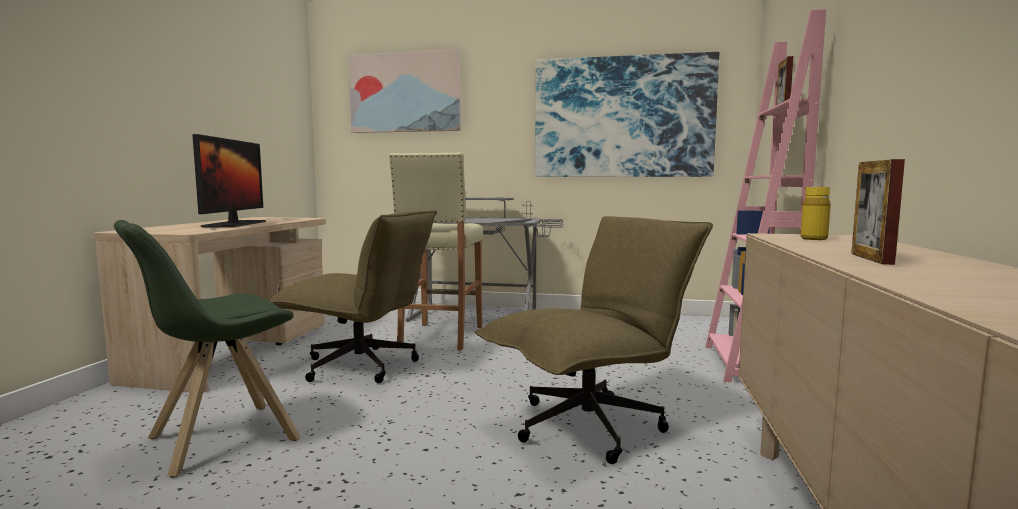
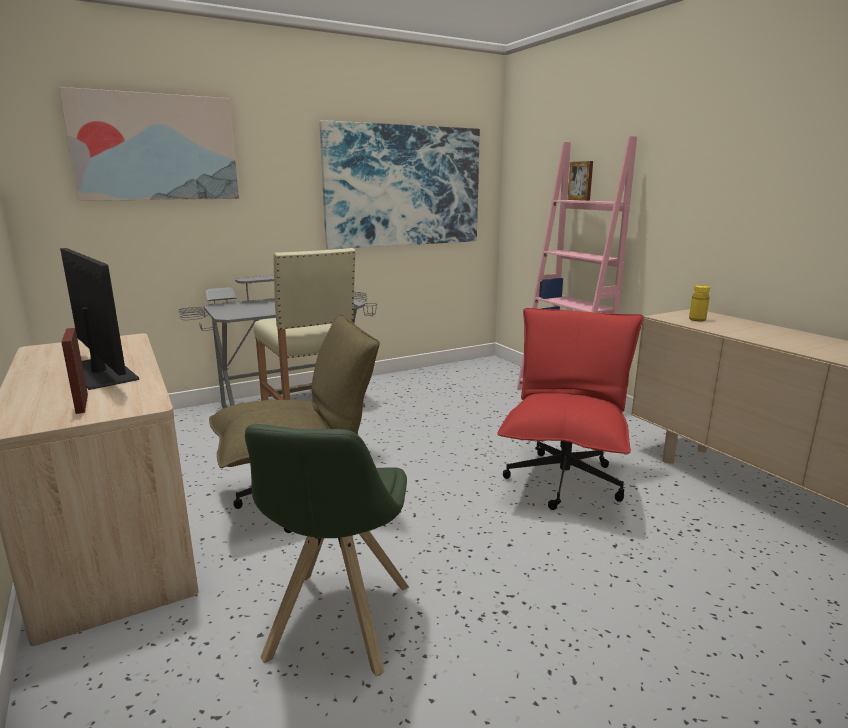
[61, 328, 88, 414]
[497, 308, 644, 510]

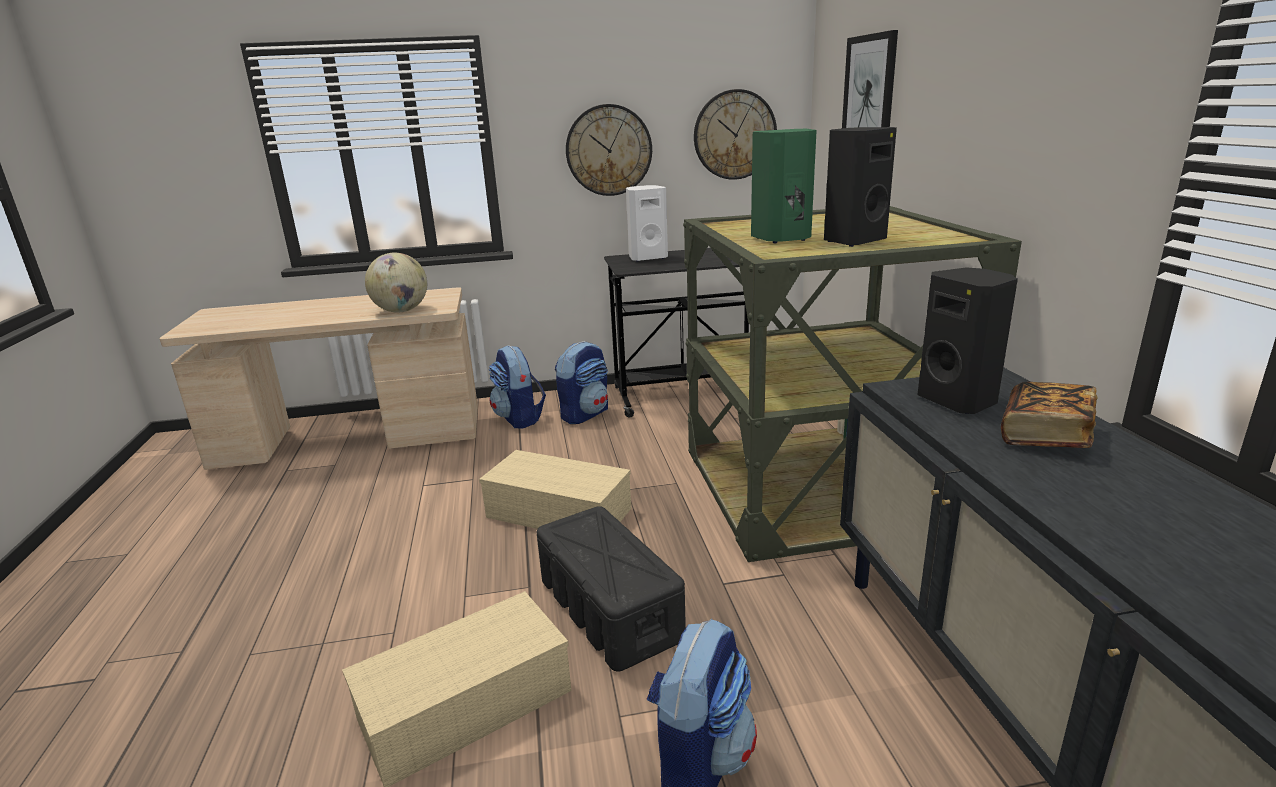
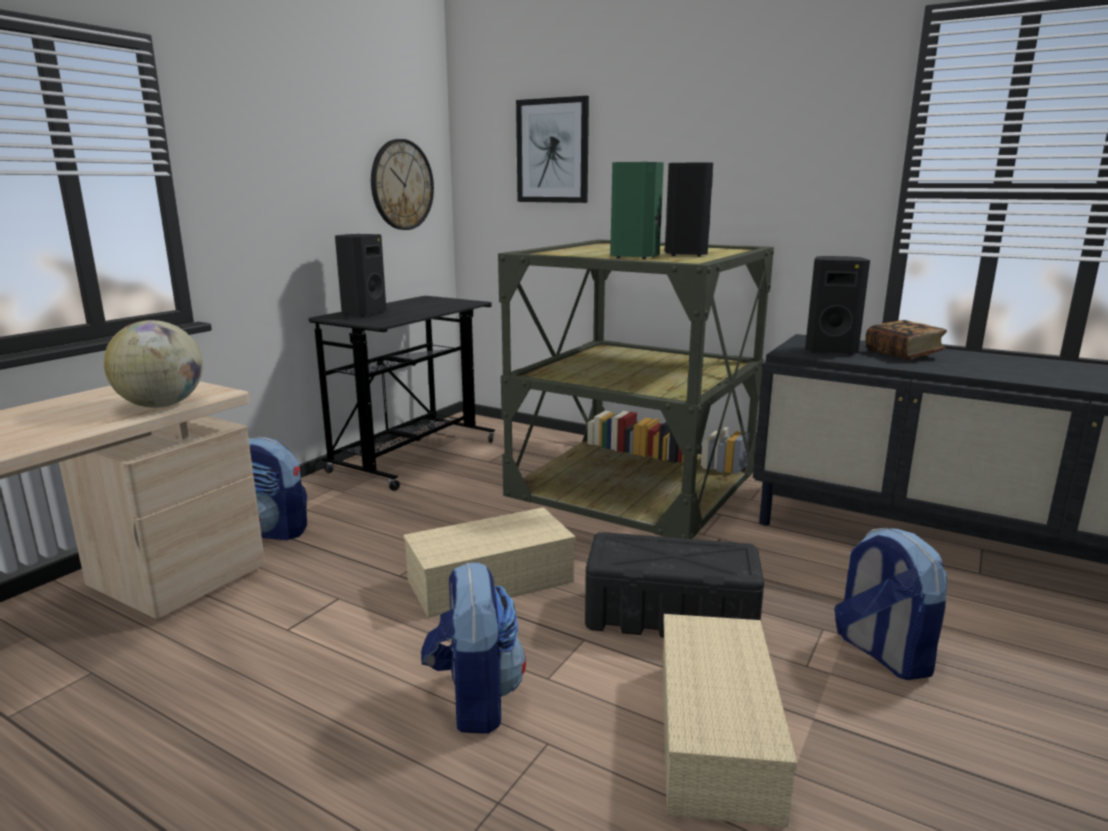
[566, 104, 652, 196] (first image)
[421, 562, 526, 734]
[335, 234, 387, 317]

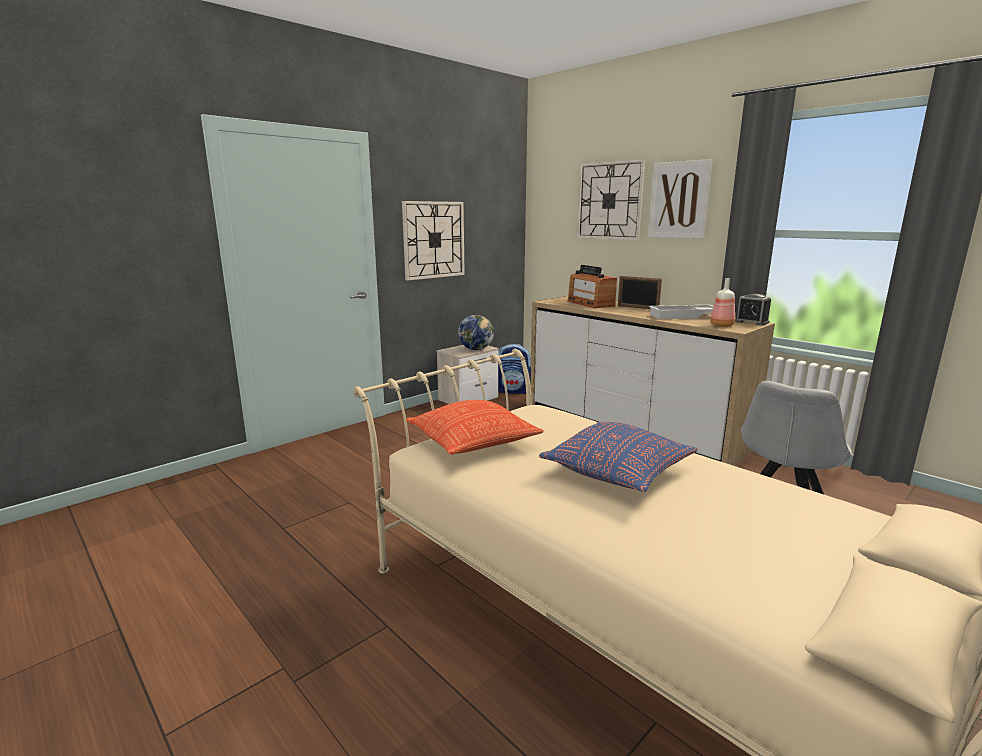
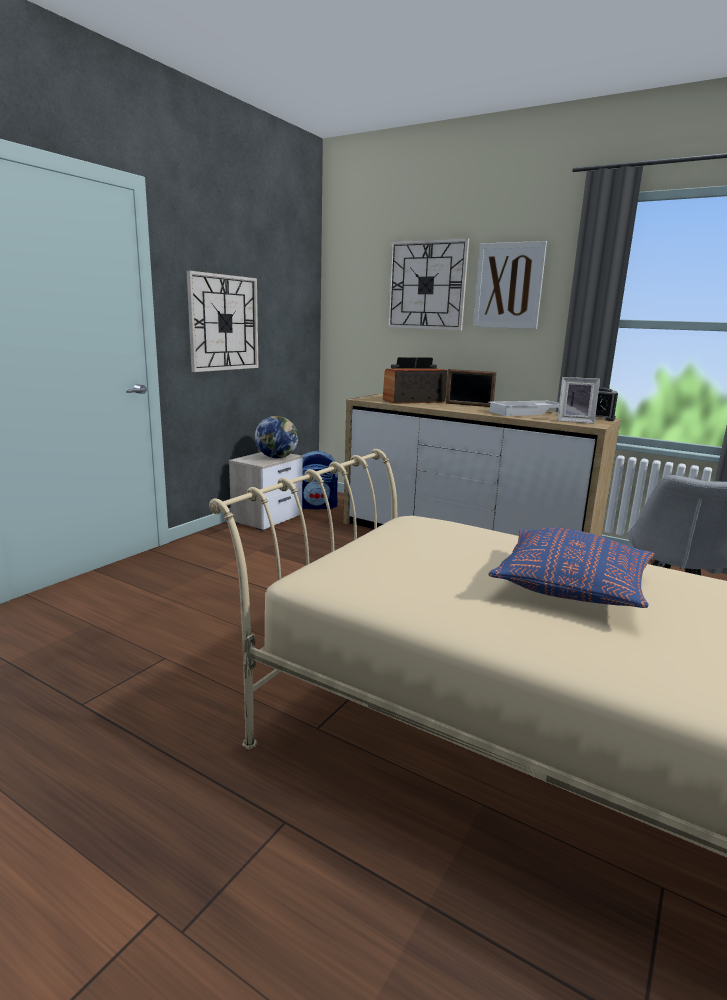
[406, 400, 544, 455] (first image)
[557, 377, 600, 424]
[383, 357, 448, 404]

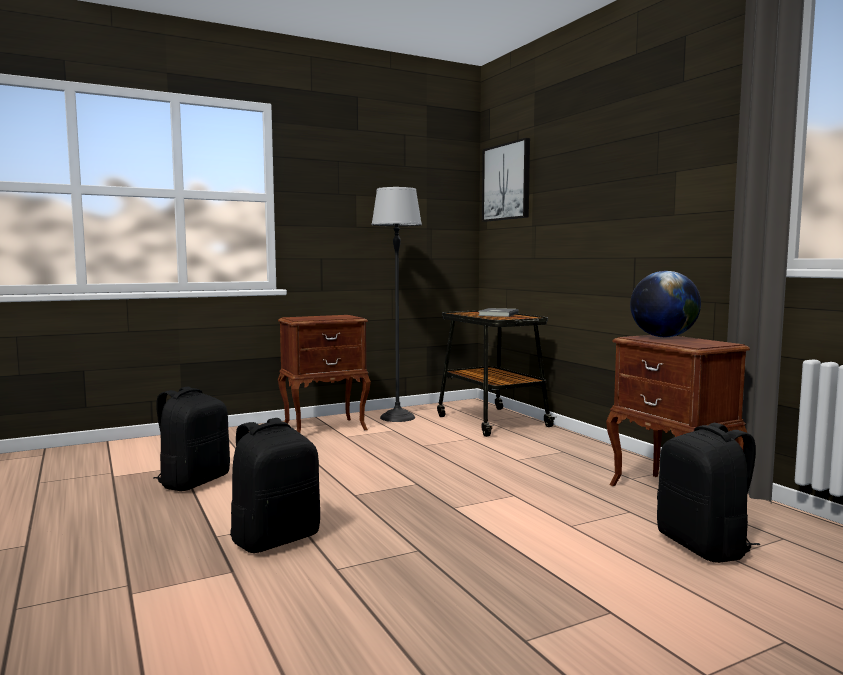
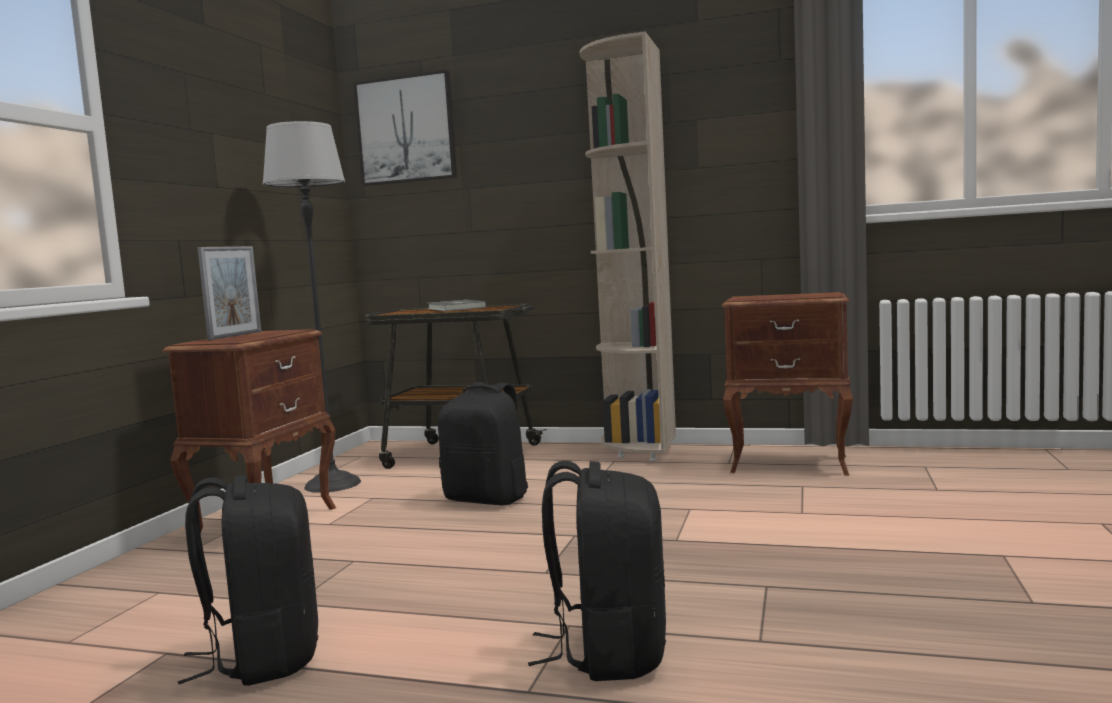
[630, 271, 701, 337] (first image)
[197, 246, 261, 340]
[580, 31, 676, 461]
[438, 382, 528, 505]

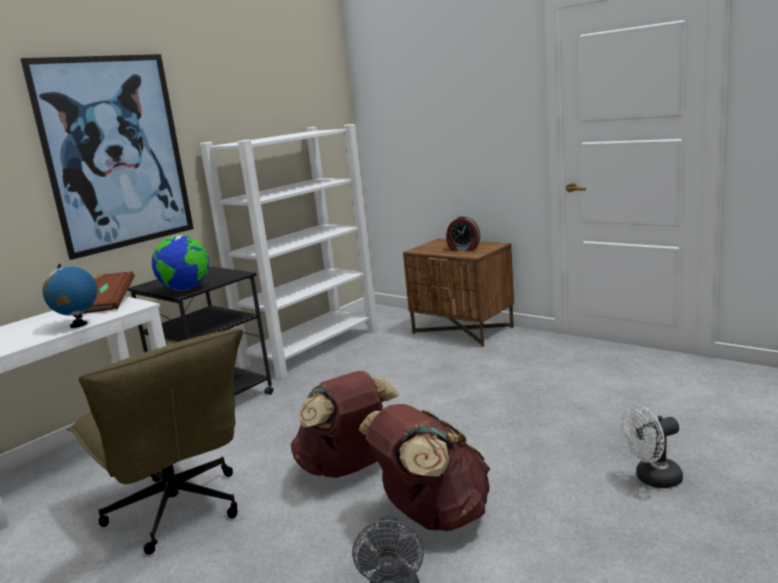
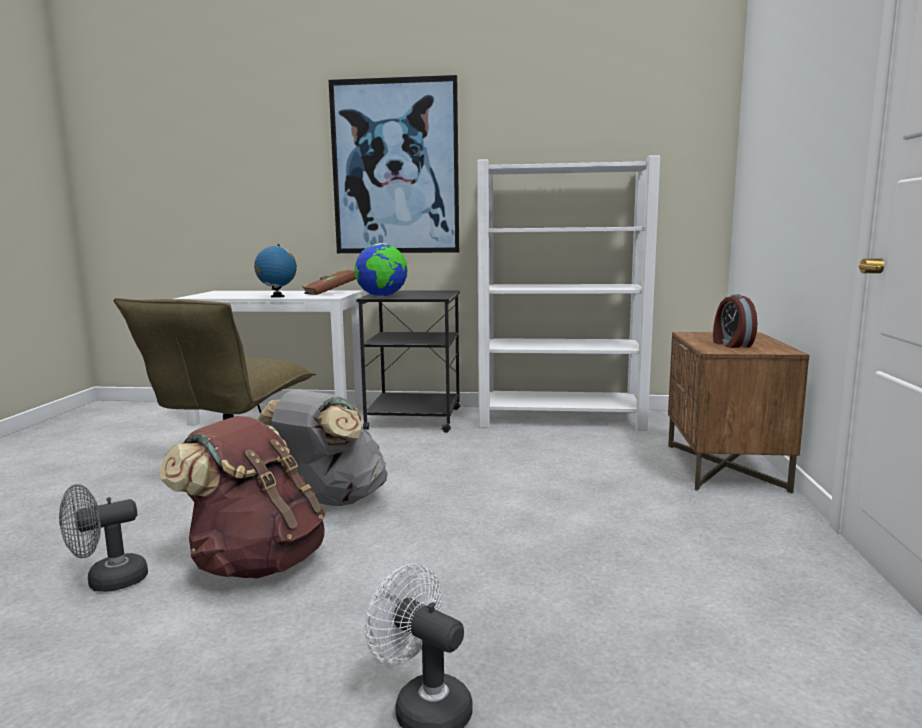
[257, 390, 388, 506]

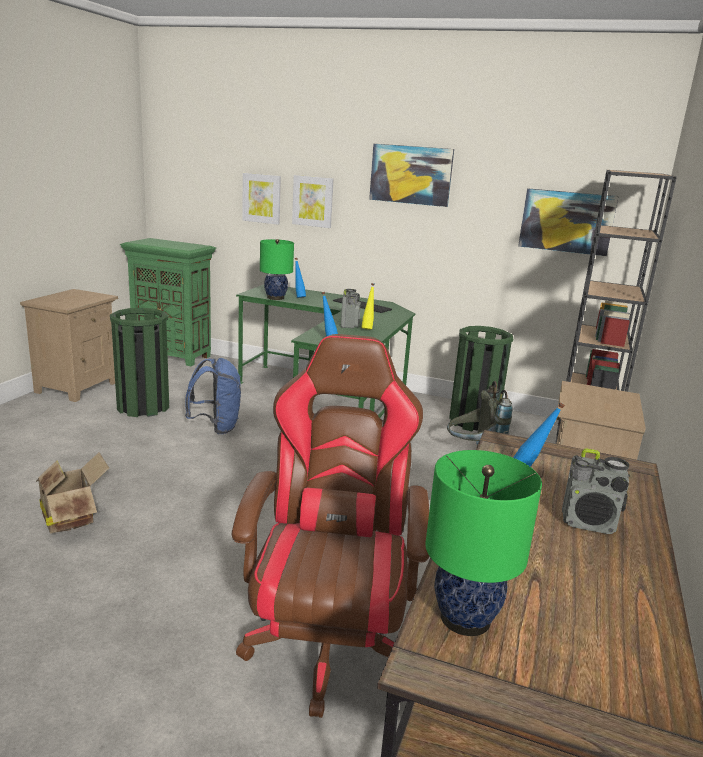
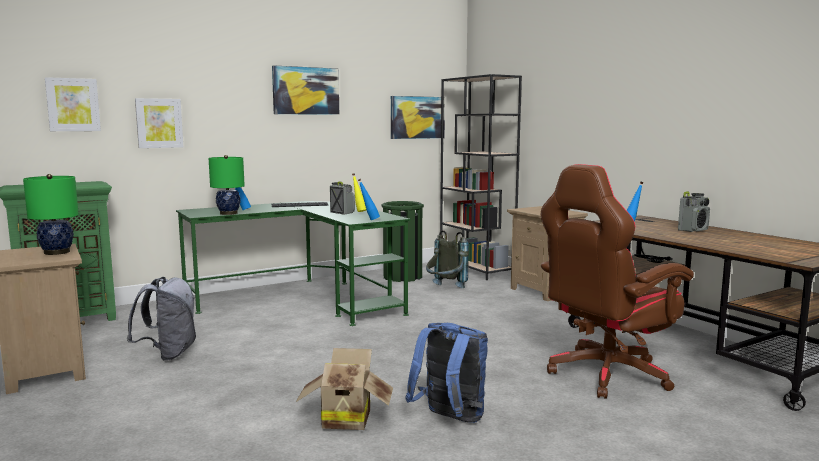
[405, 323, 488, 423]
[45, 77, 101, 131]
[23, 174, 79, 255]
[127, 277, 196, 361]
[541, 164, 694, 399]

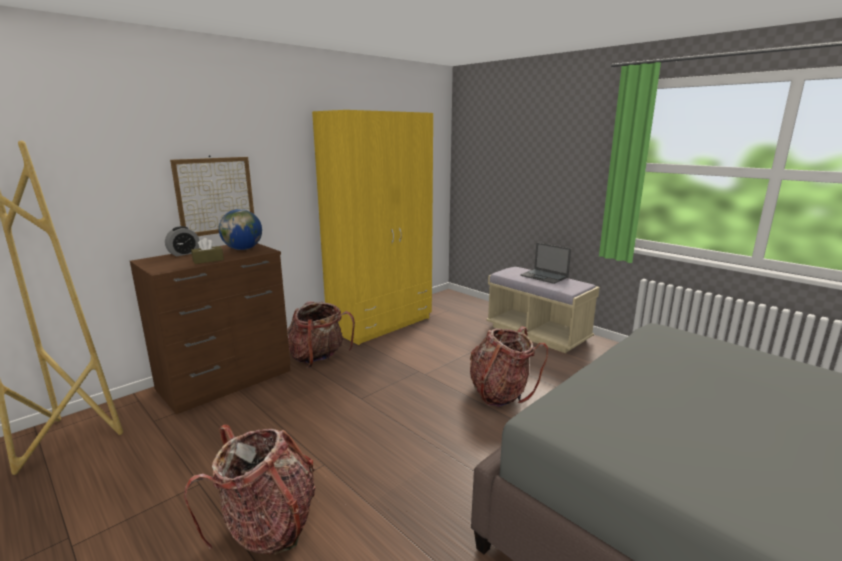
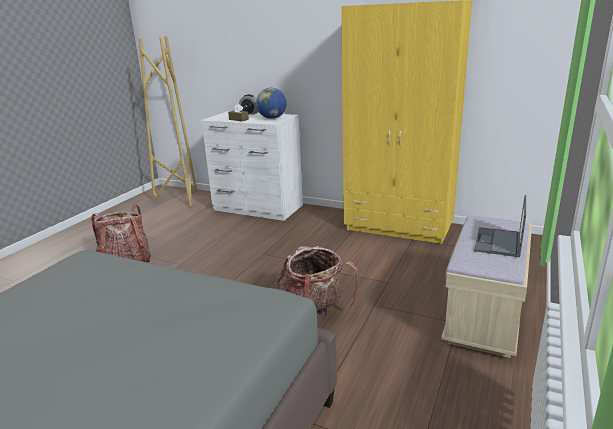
[170, 155, 254, 236] (first image)
[287, 302, 355, 368] (first image)
[201, 111, 303, 221]

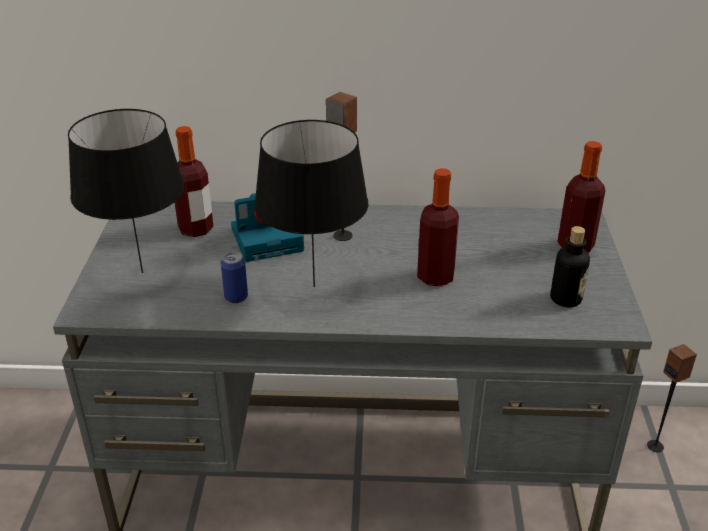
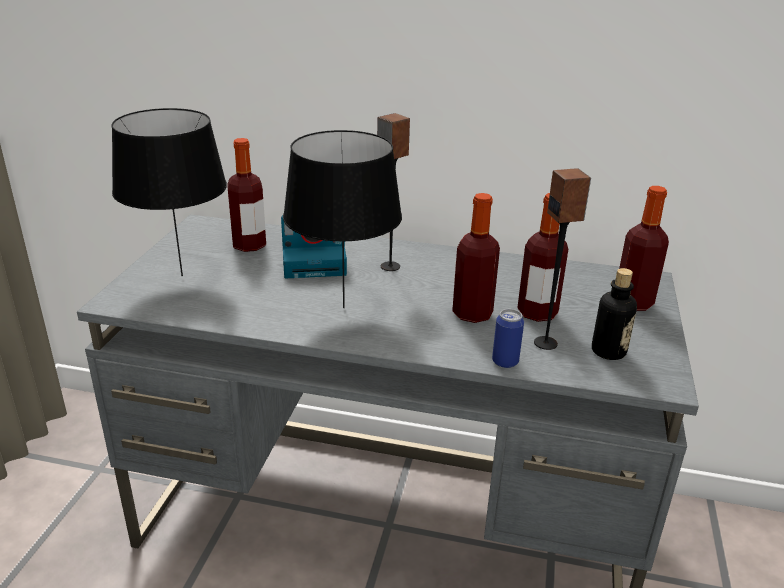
[517, 193, 568, 322]
[492, 309, 524, 368]
[534, 168, 591, 350]

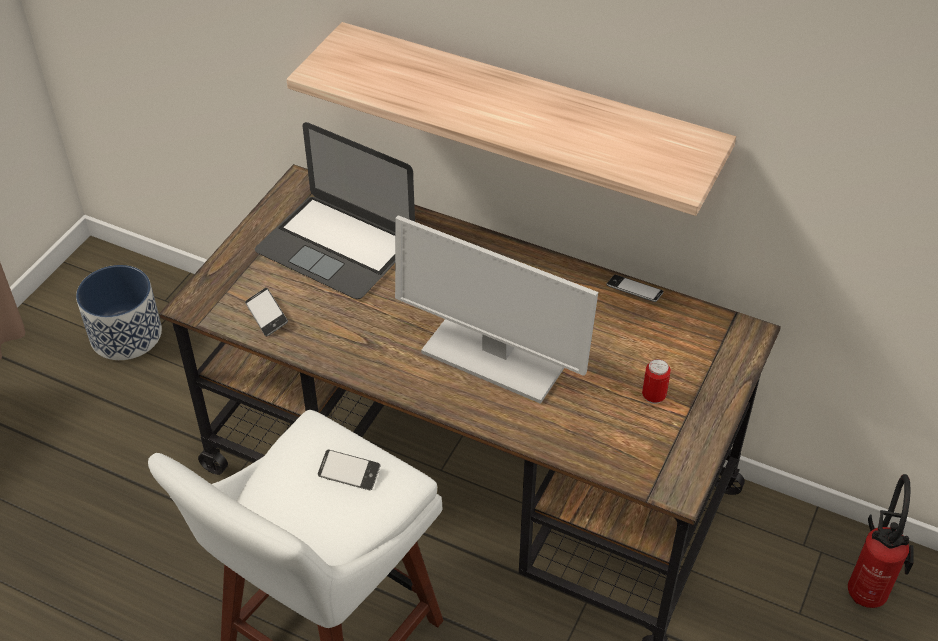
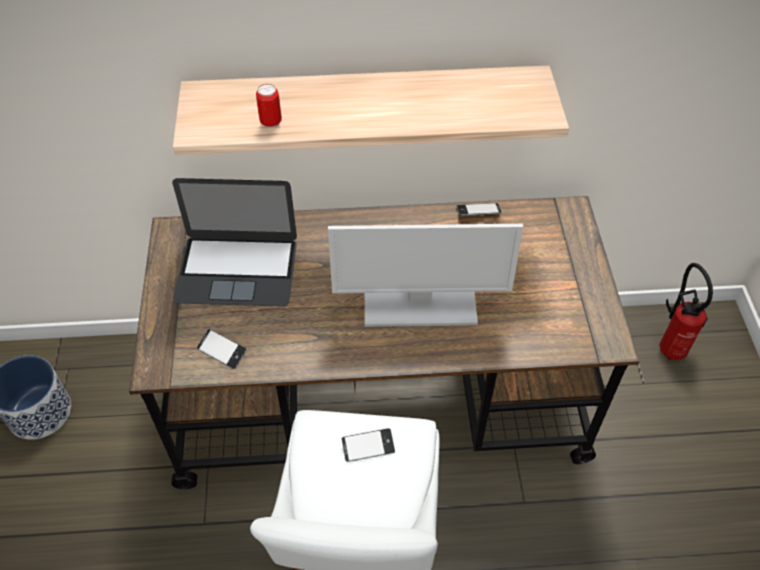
[256, 84, 282, 129]

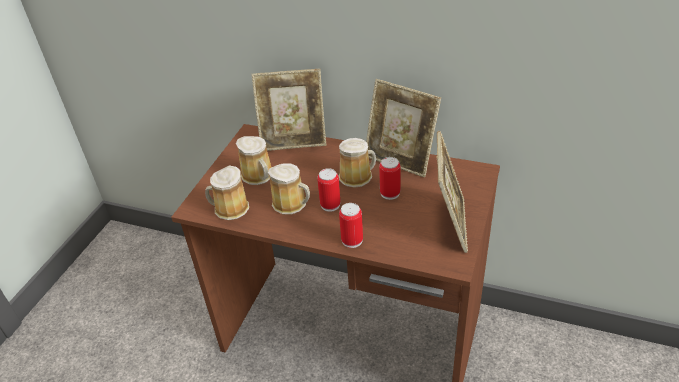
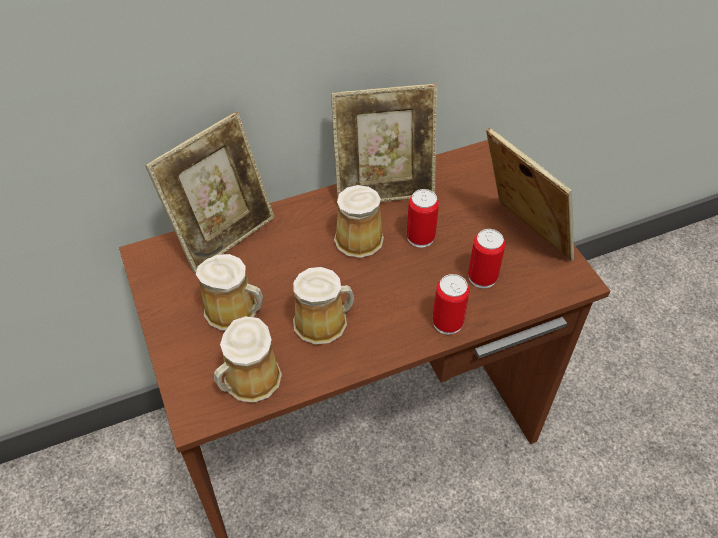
[468, 229, 505, 288]

